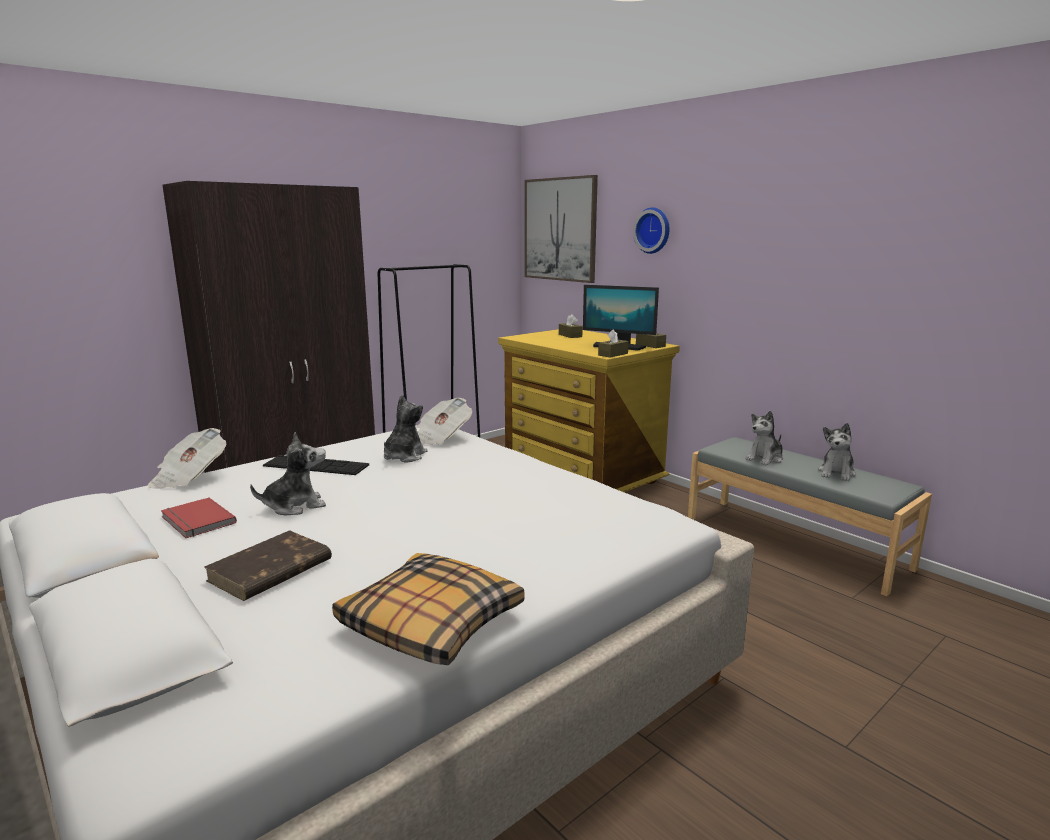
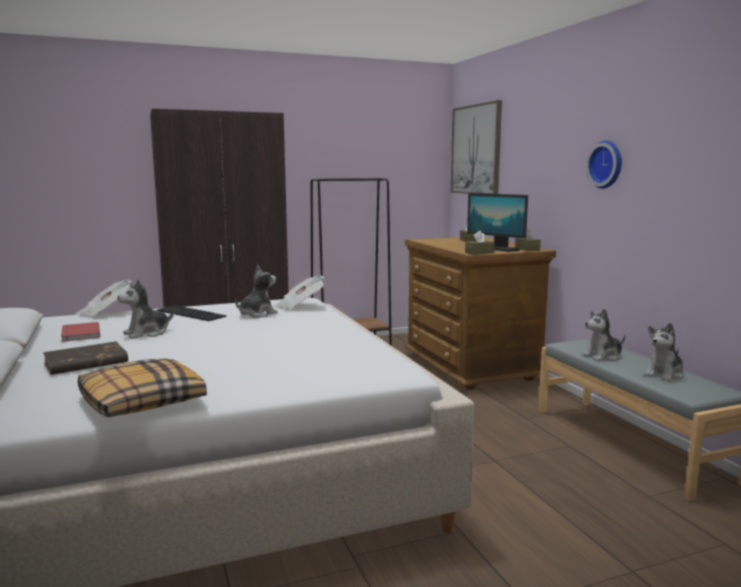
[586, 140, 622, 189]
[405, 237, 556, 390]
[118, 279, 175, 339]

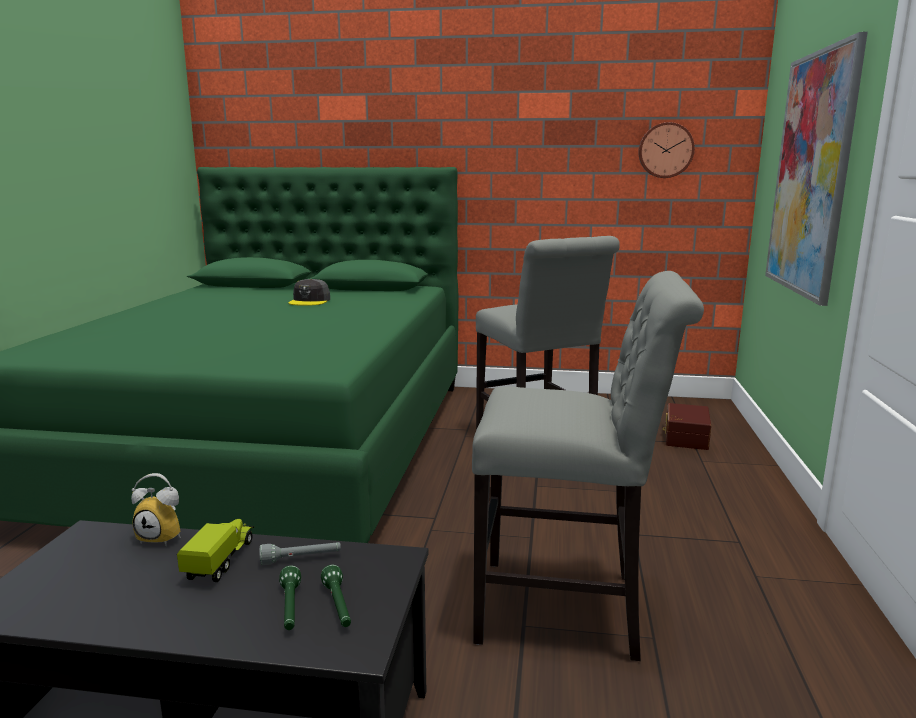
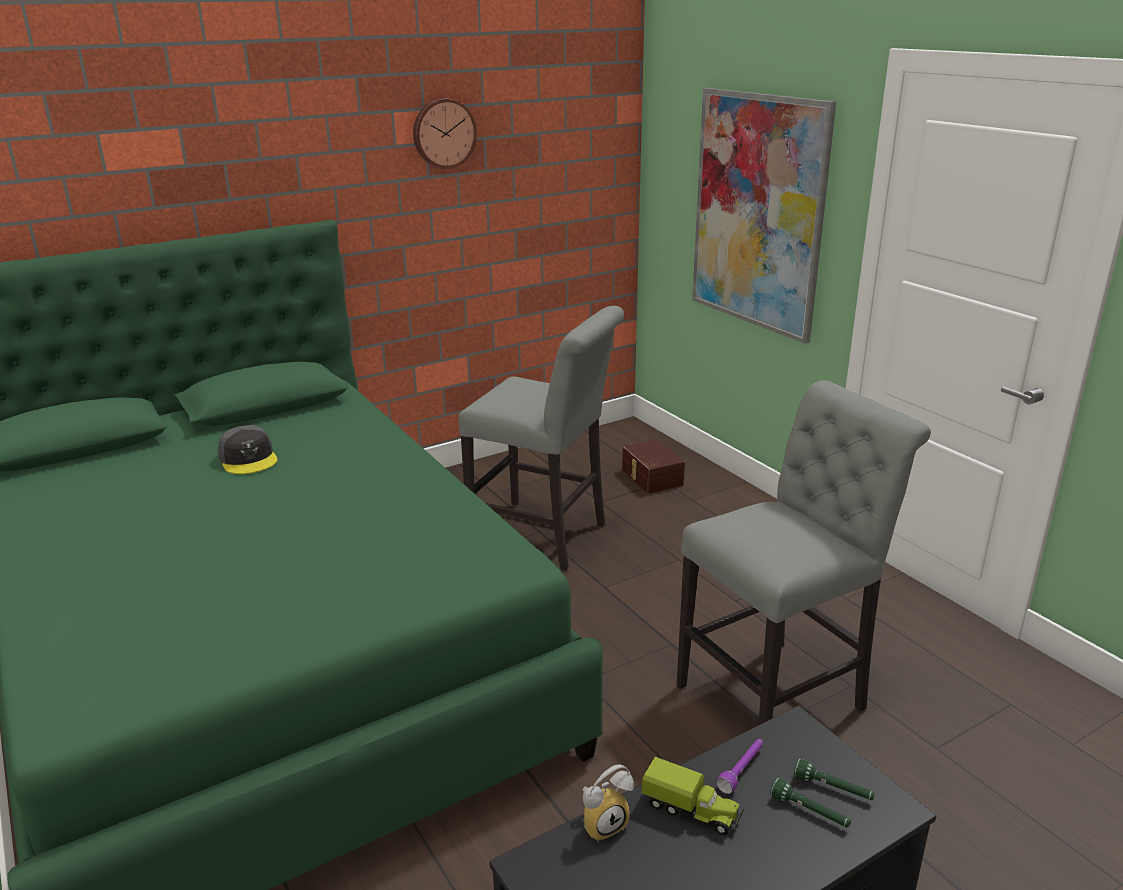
[413, 98, 477, 169]
[716, 739, 763, 794]
[642, 757, 744, 835]

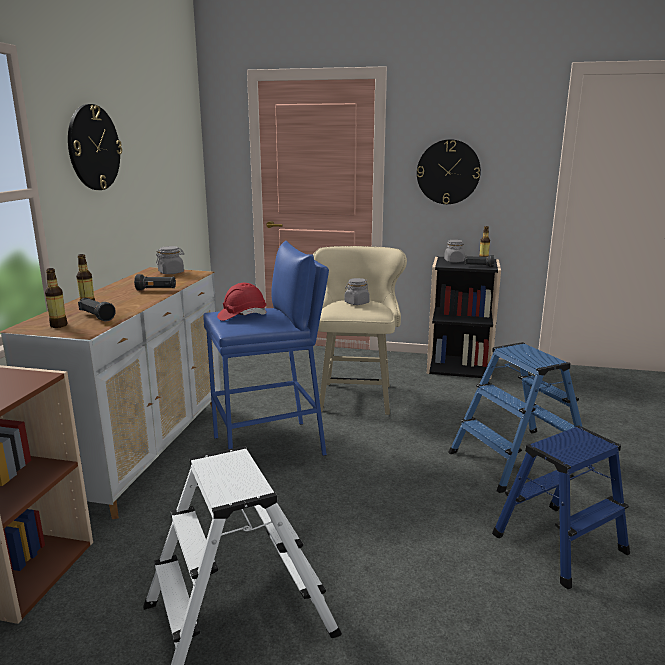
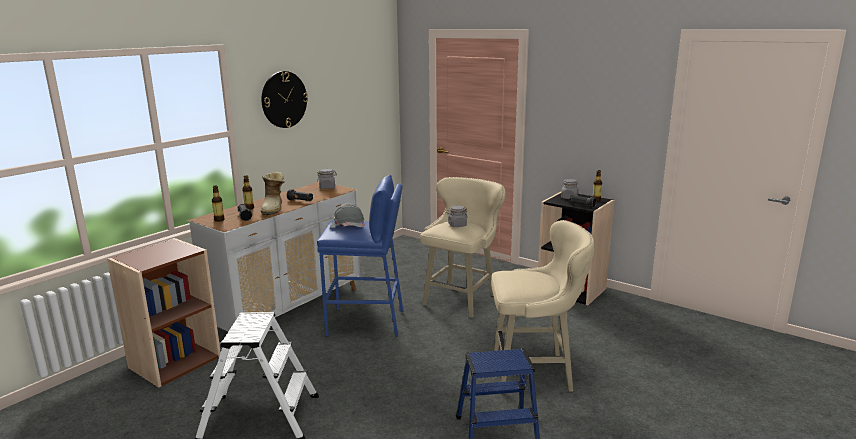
[417, 139, 481, 204] (first image)
[261, 172, 285, 215]
[491, 220, 595, 392]
[330, 203, 365, 228]

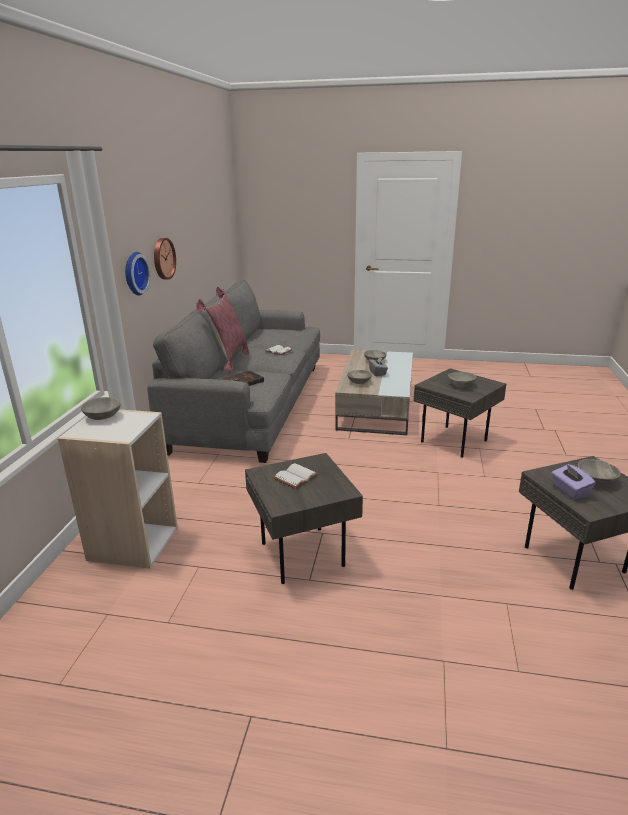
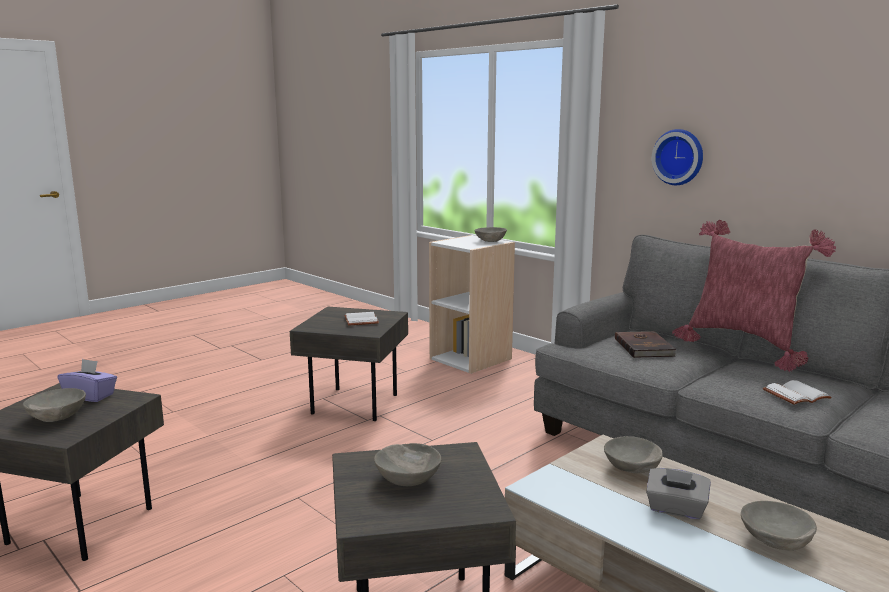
[154, 238, 176, 280] (first image)

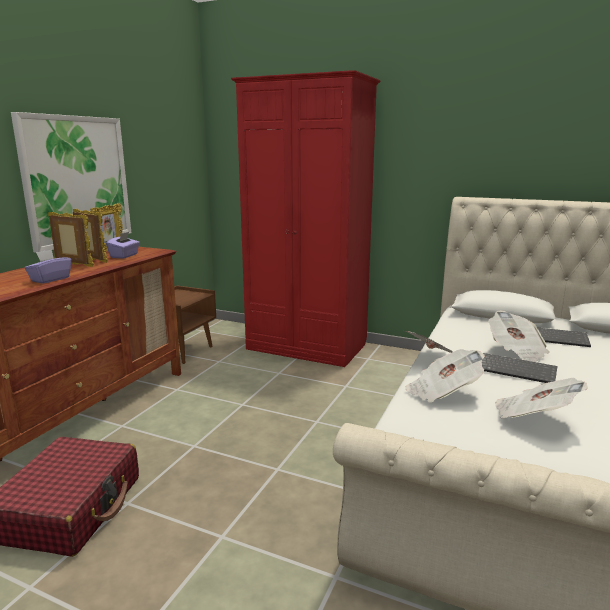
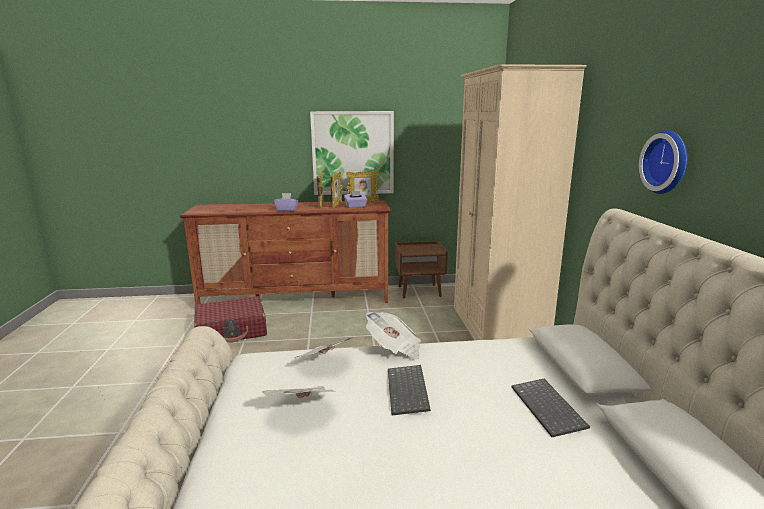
[488, 310, 550, 362] (first image)
[639, 130, 688, 194]
[454, 64, 587, 340]

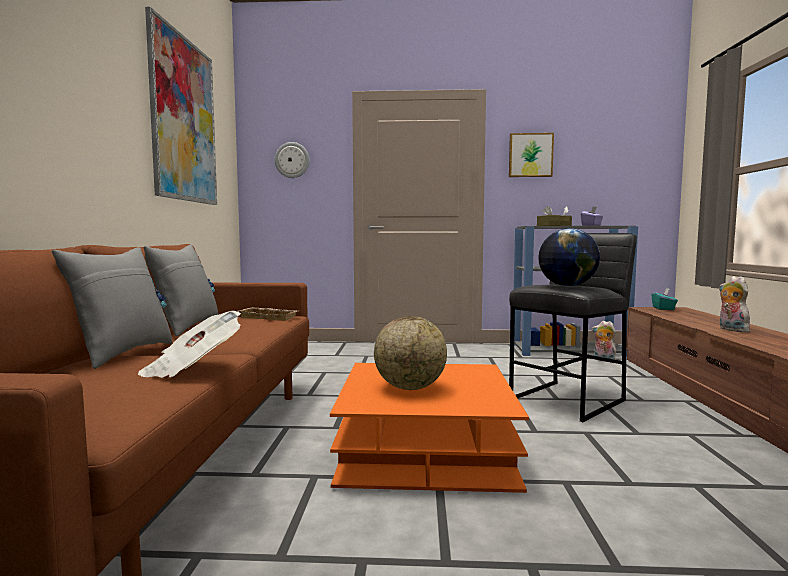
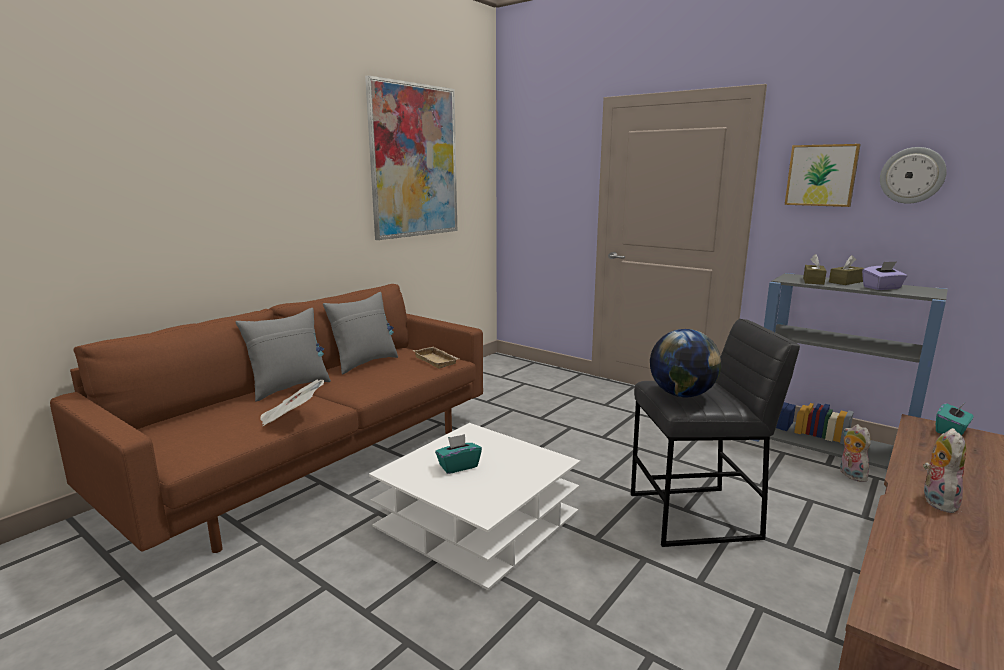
[880, 147, 947, 204]
[435, 434, 482, 474]
[369, 423, 580, 590]

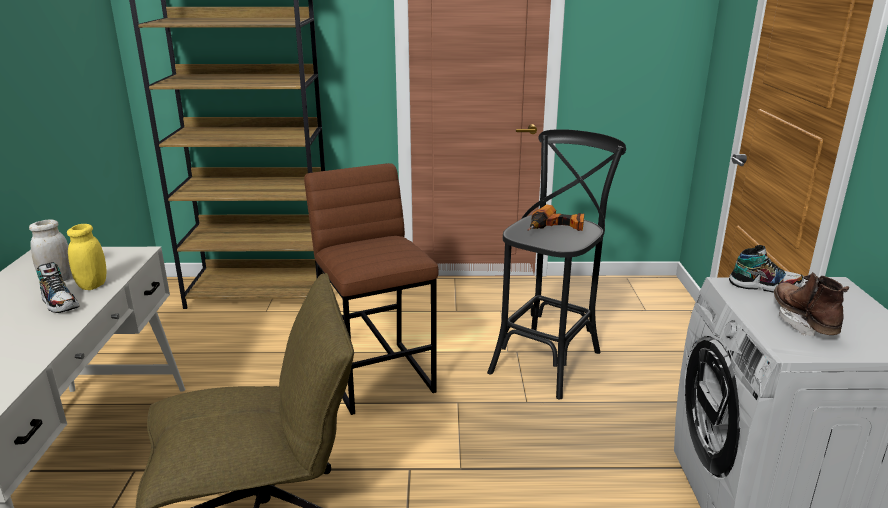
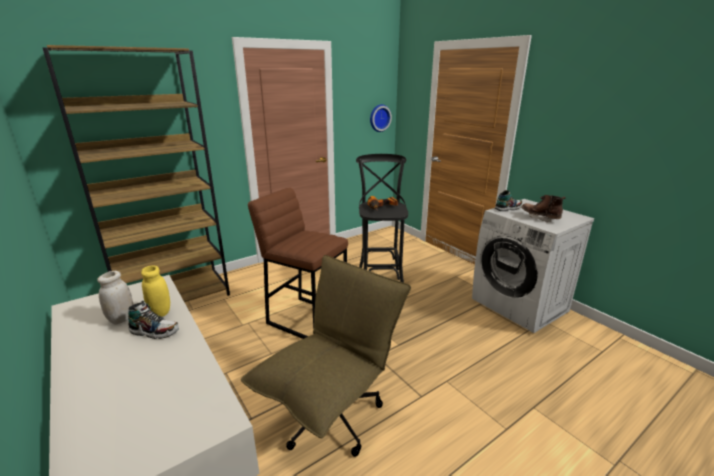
[370, 104, 392, 132]

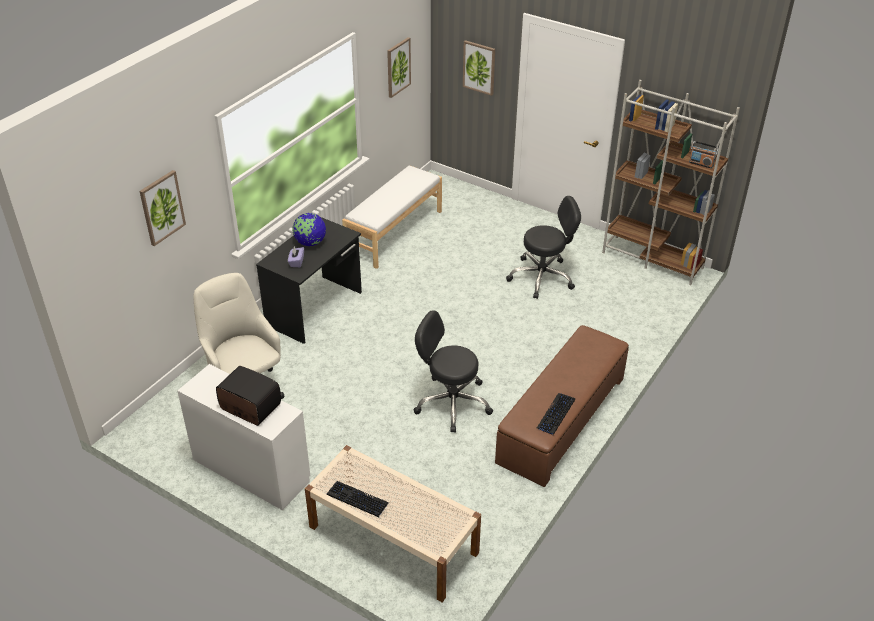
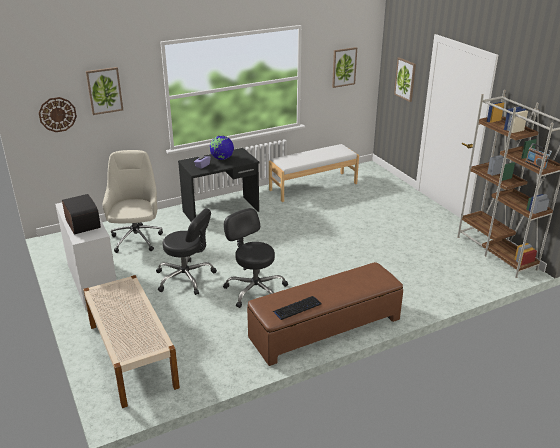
[327, 481, 389, 517] (first image)
[39, 97, 77, 132]
[156, 208, 217, 295]

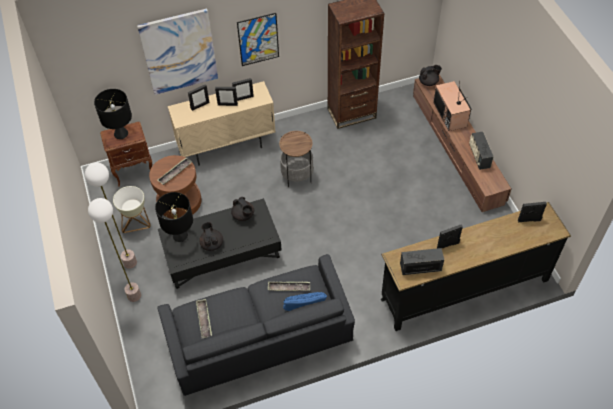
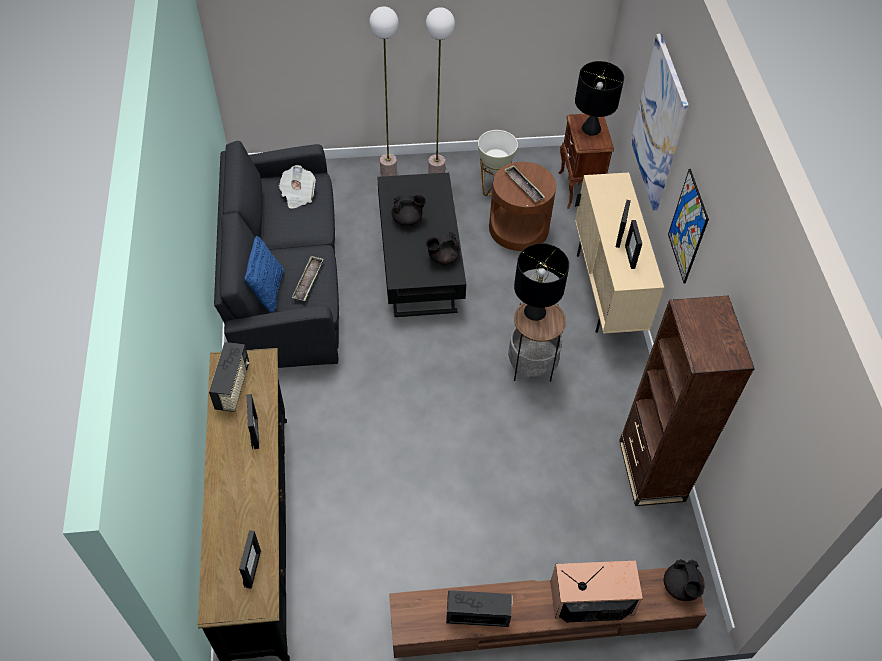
[188, 84, 210, 111] (first image)
[514, 243, 569, 321]
[279, 165, 316, 209]

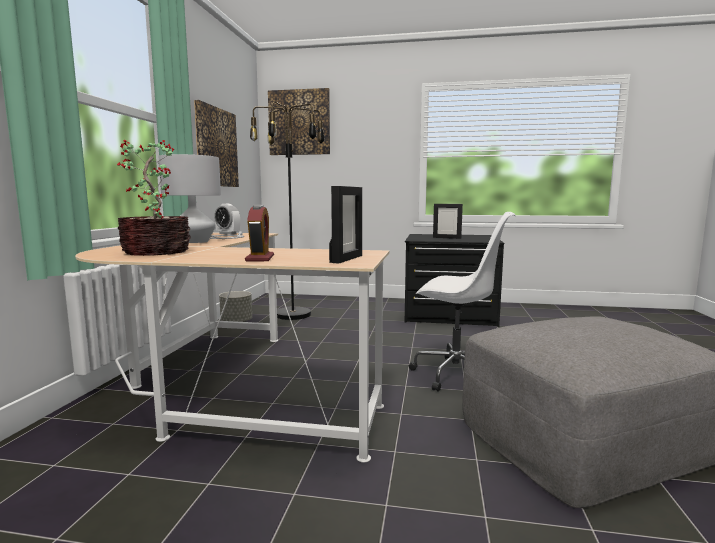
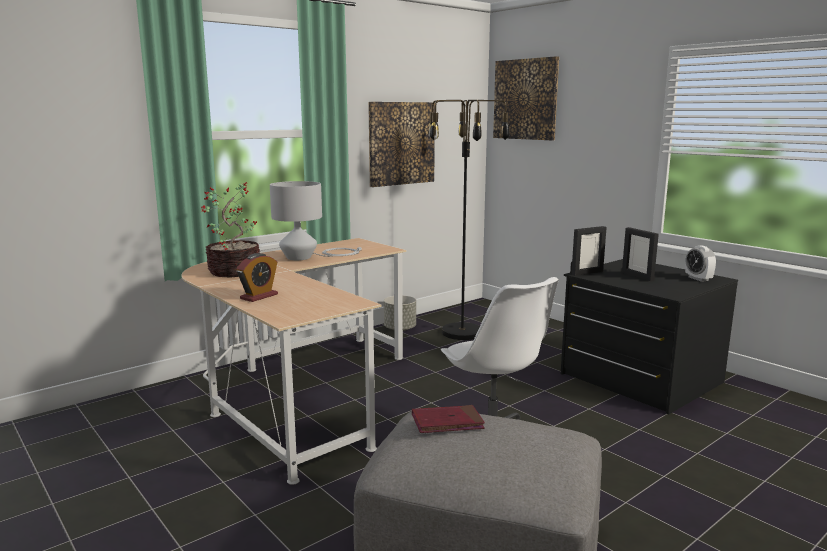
[412, 405, 485, 433]
[685, 245, 716, 282]
[570, 226, 607, 276]

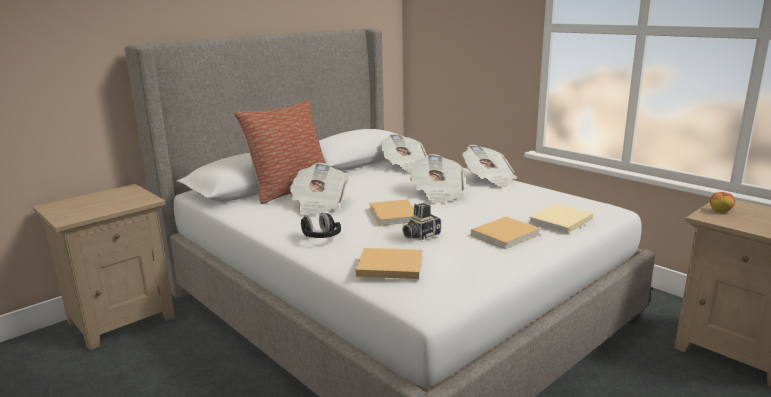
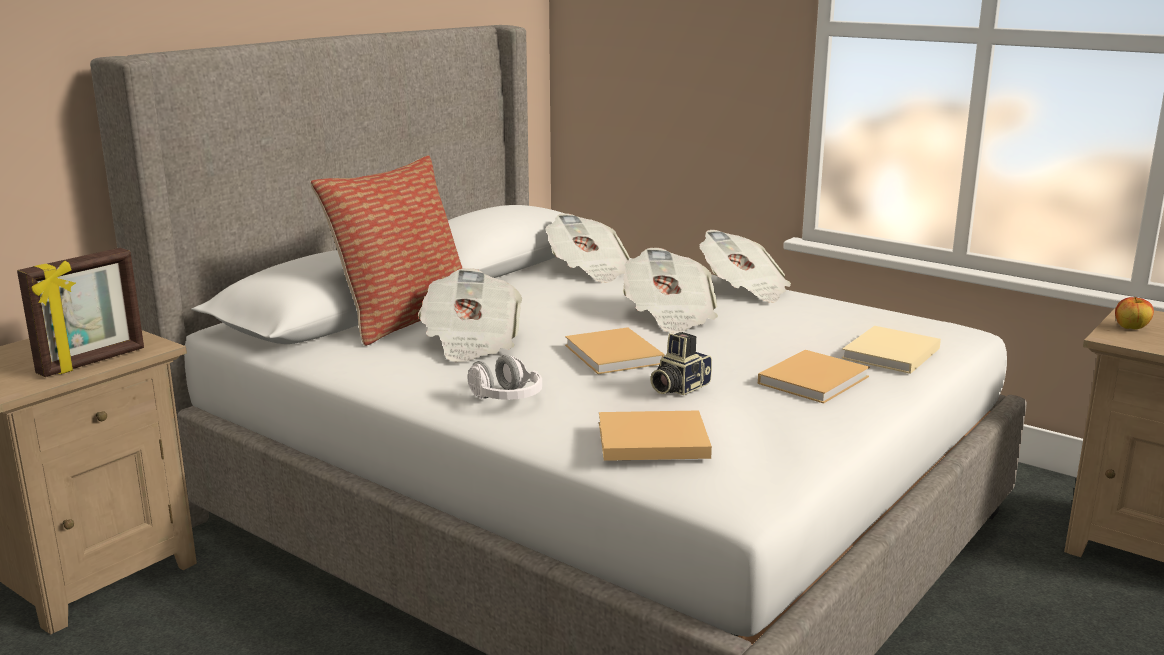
[17, 248, 144, 377]
[467, 355, 542, 400]

